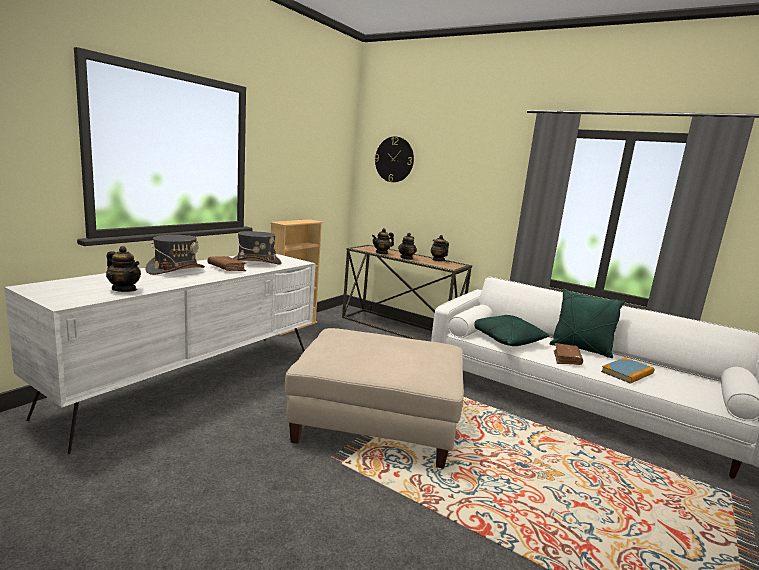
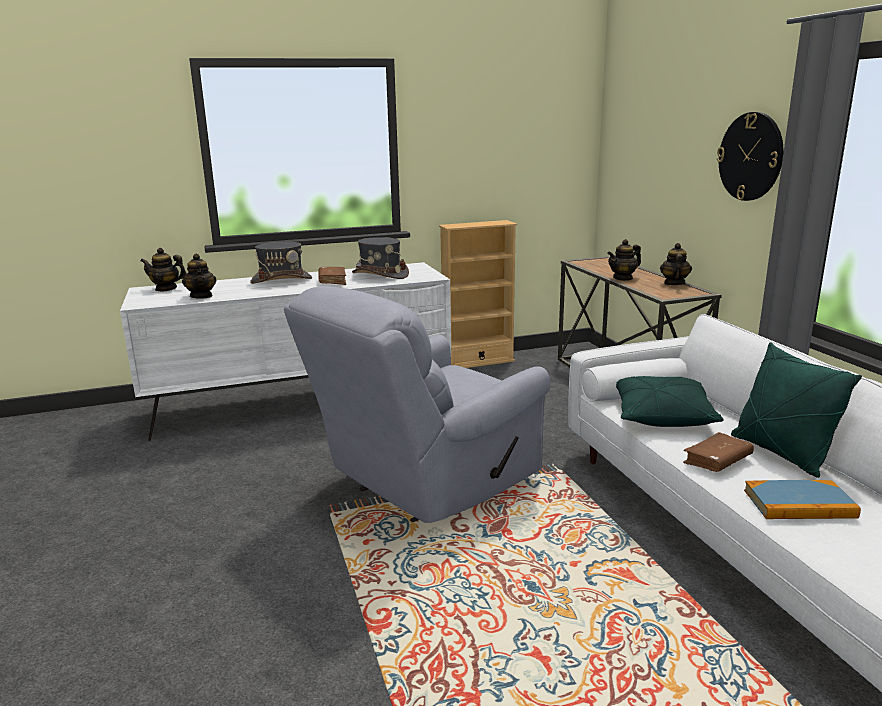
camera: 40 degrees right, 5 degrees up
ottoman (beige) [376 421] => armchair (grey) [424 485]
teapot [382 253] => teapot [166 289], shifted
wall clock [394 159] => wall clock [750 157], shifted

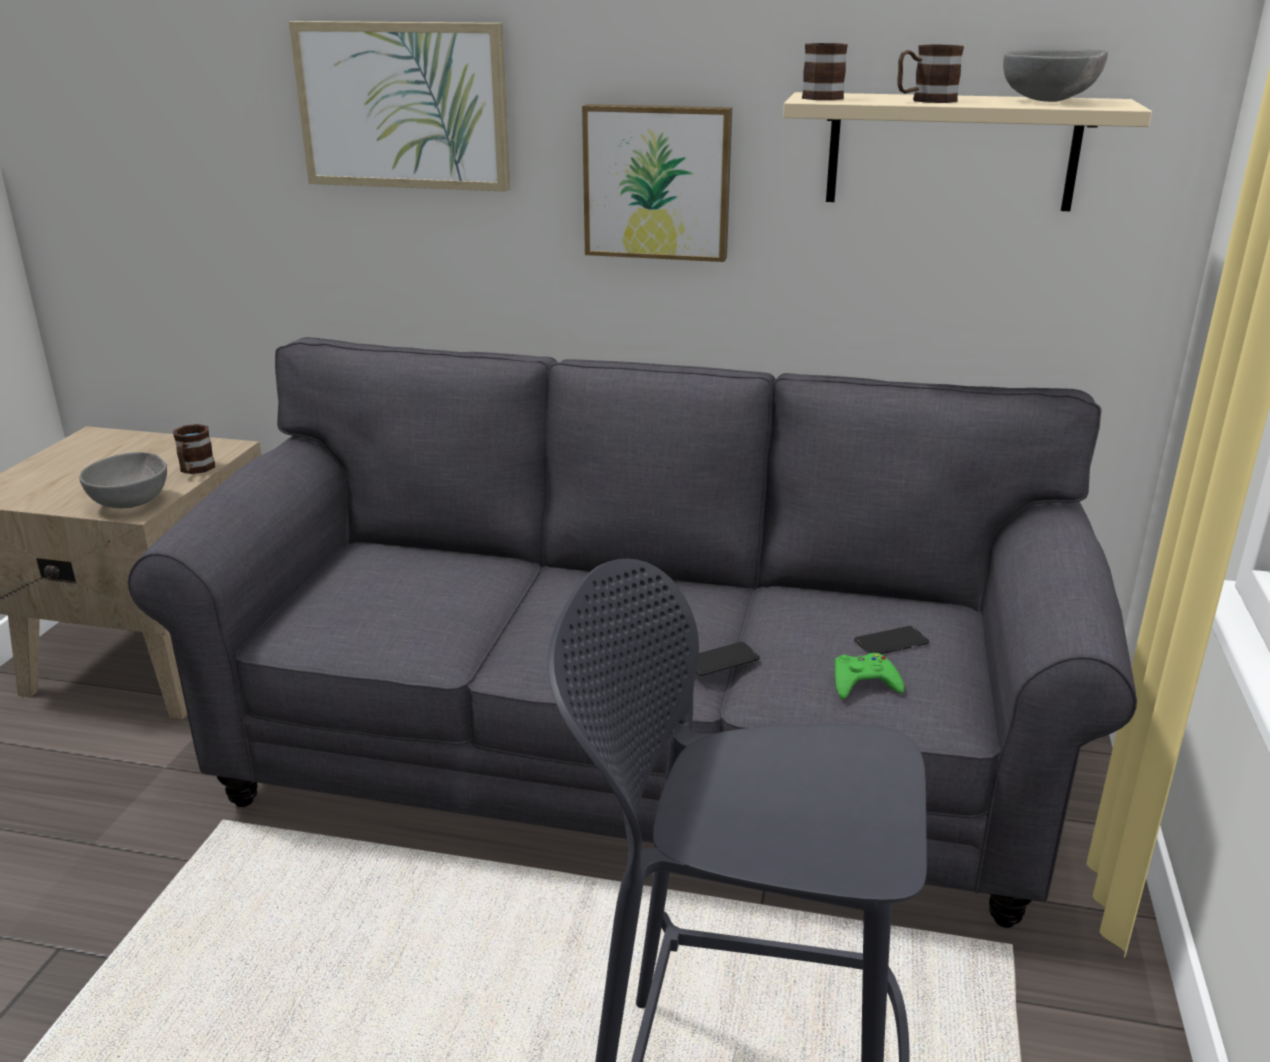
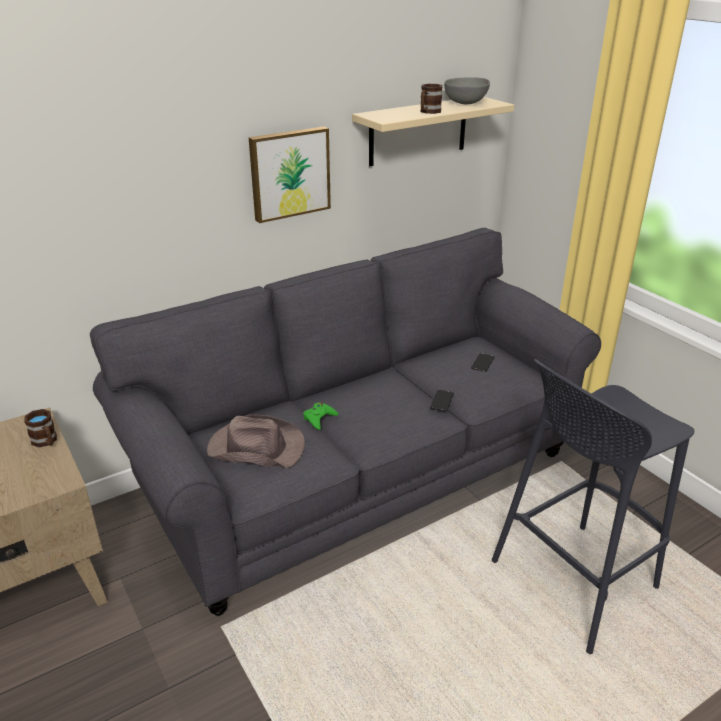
camera: 45 degrees left, 5 degrees up
bowl (grey) [133 502] => nothing
picture [403 106] => nothing
mug (brown) [819 97] => nothing
game controller (green) [864 683] => game controller (green) [319 418], shifted
nothing => hat (brown) [255 447]

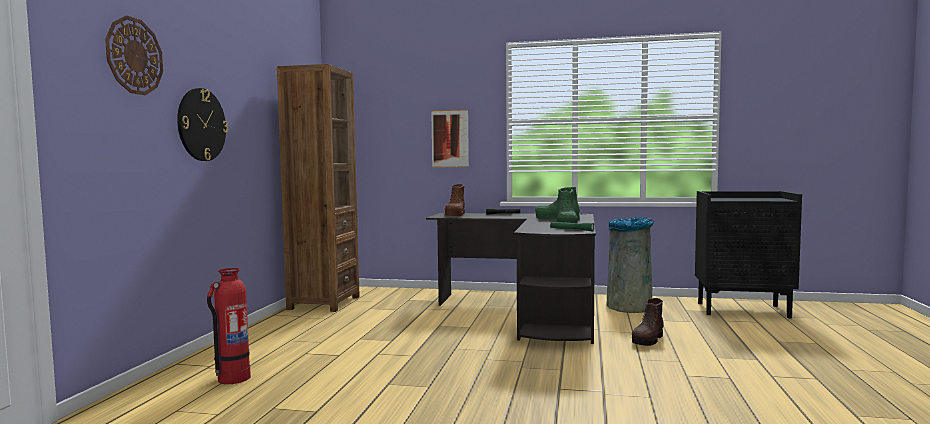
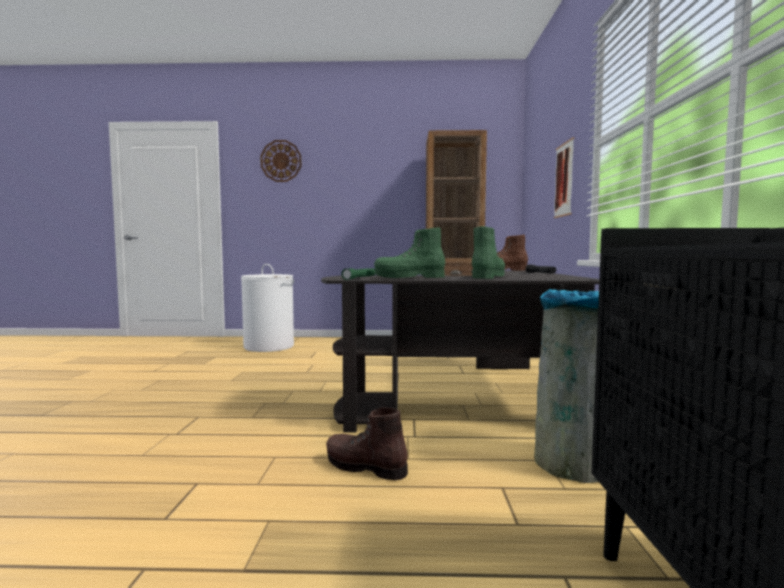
camera: 80 degrees right, 0 degrees up
wall clock [201 124] => nothing
fire extinguisher [233 378] => laundry basket (white) [269 346]

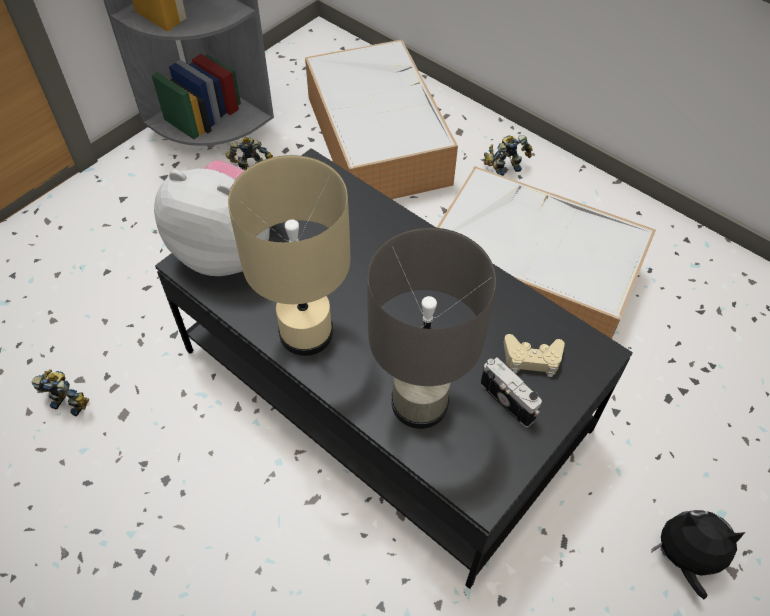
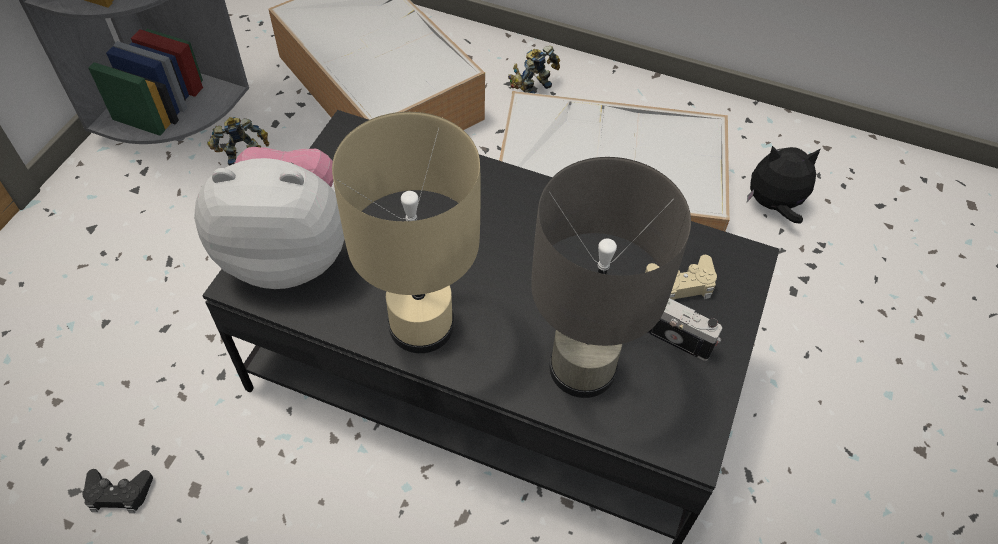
camera: 20 degrees left, 0 degrees up
toy robot [70 400] => game controller (black) [118 493]
plush toy [684 559] => plush toy [773 205], shifted

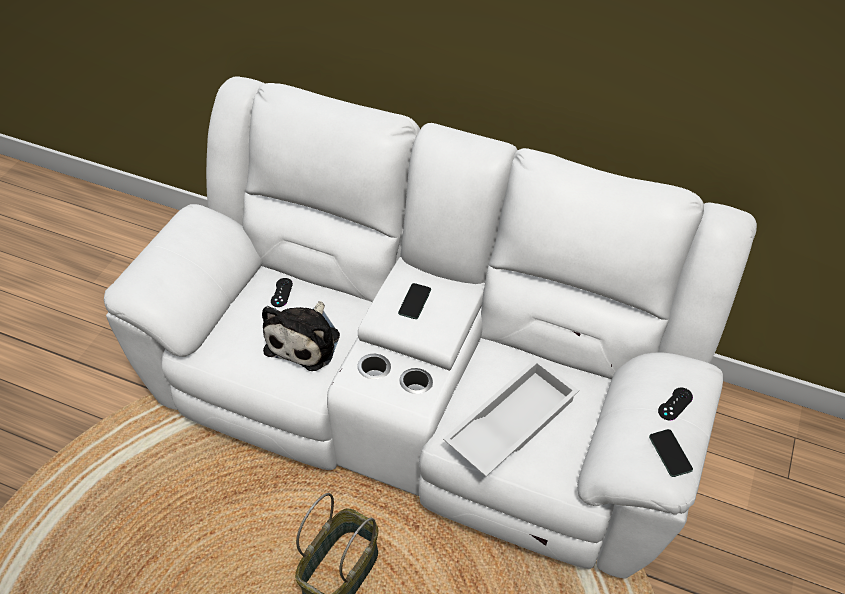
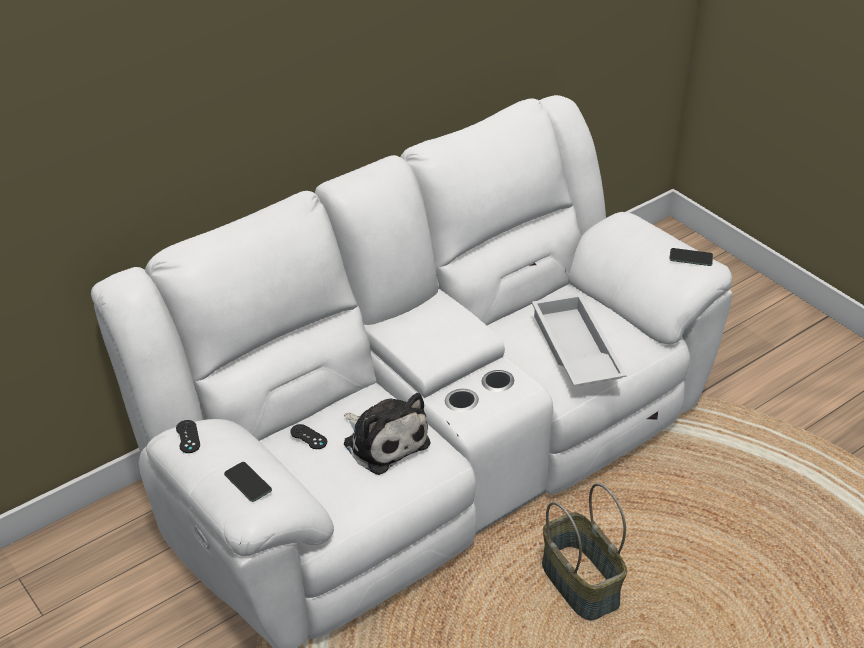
camera: 60 degrees left, 10 degrees down
phone [414 301] => phone [248 482], shifted
game controller (black) [675 404] => game controller (black) [188 437], shifted

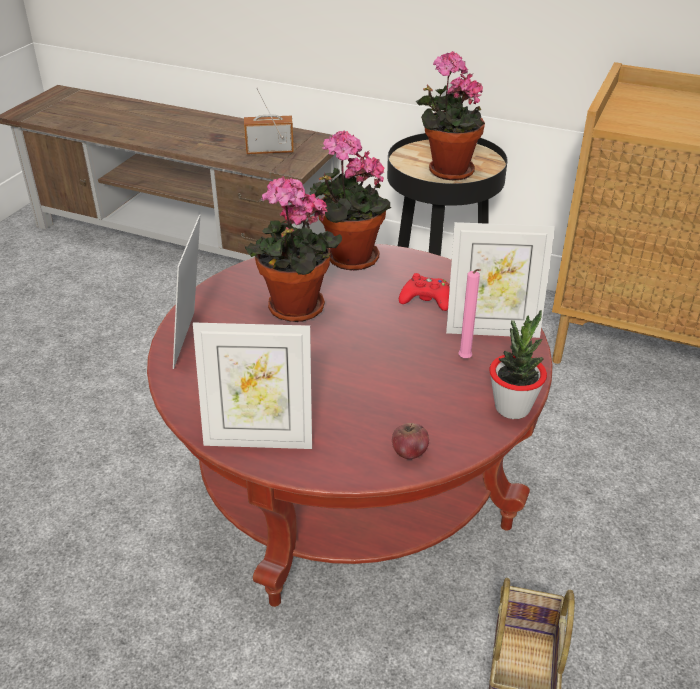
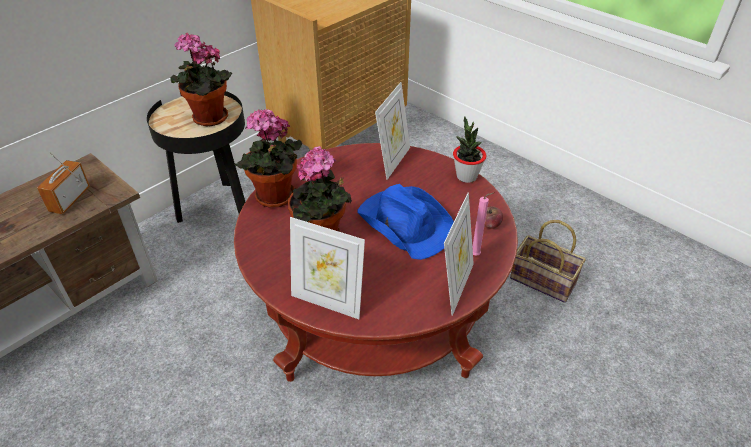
camera: 70 degrees left, 5 degrees up
game controller (red) [426 300] => nothing
candle (pink) [465 360] => candle (pink) [477 255], shifted
nothing => hat (blue) [405 223]

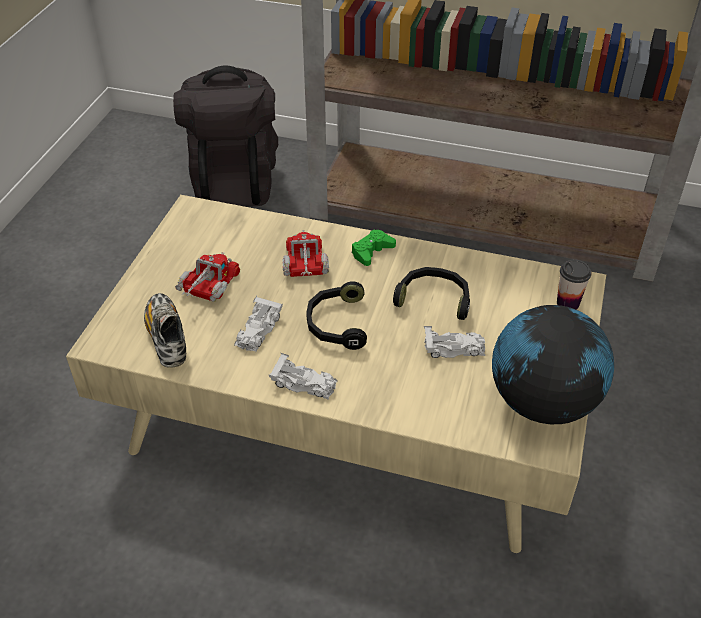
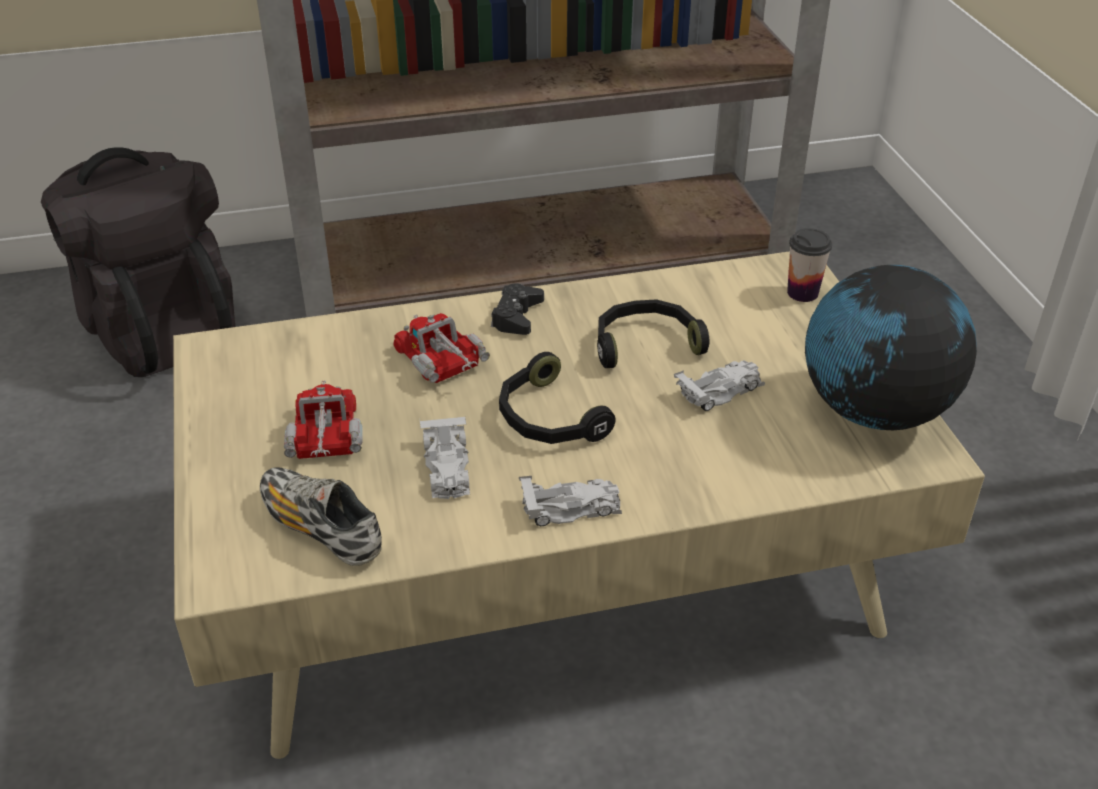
camera: 30 degrees left, 5 degrees down
game controller (green) [372 251] => game controller (black) [517 316]

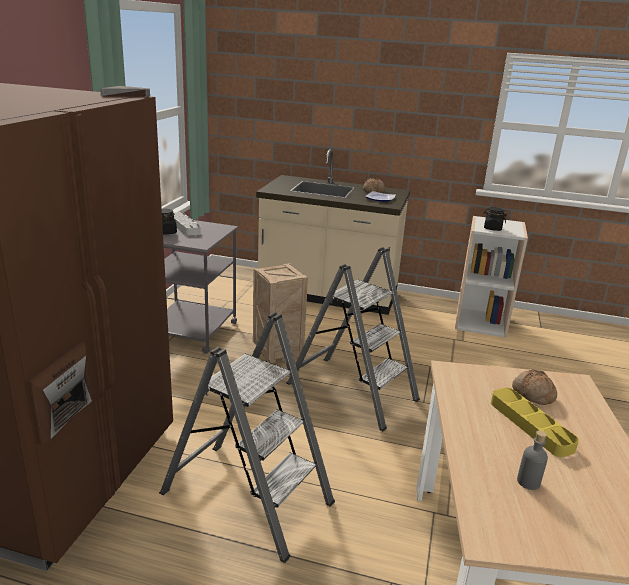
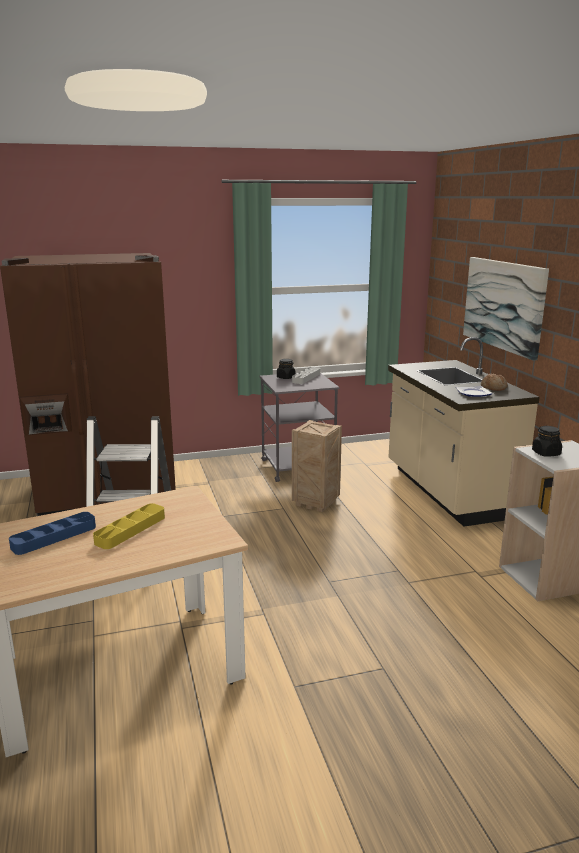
camera: 60 degrees right, 5 degrees down
step ladder (grey) [351 390] => nothing
bread [532 394] => nothing
bottle (grey) [528 482] => tray (blue) [54 537]
nothing => picture [503 305]

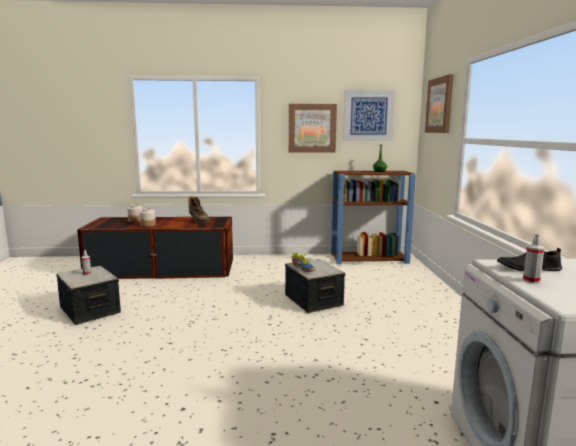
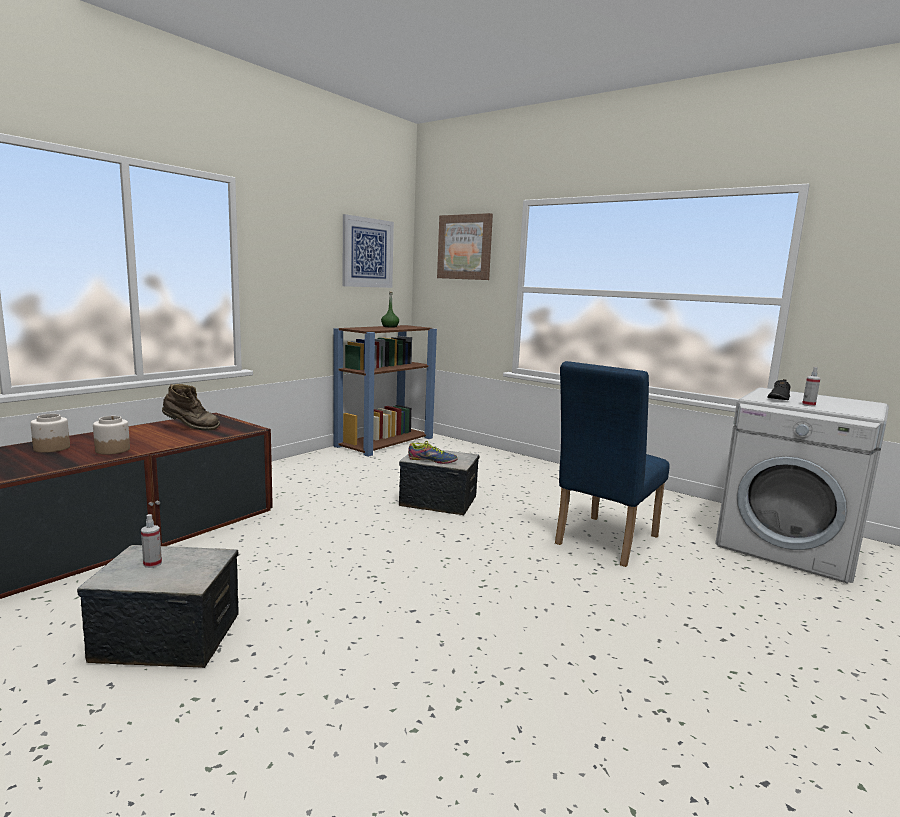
camera: 50 degrees left, 0 degrees up
picture [312 128] => nothing
nothing => chair (blue) [602 542]

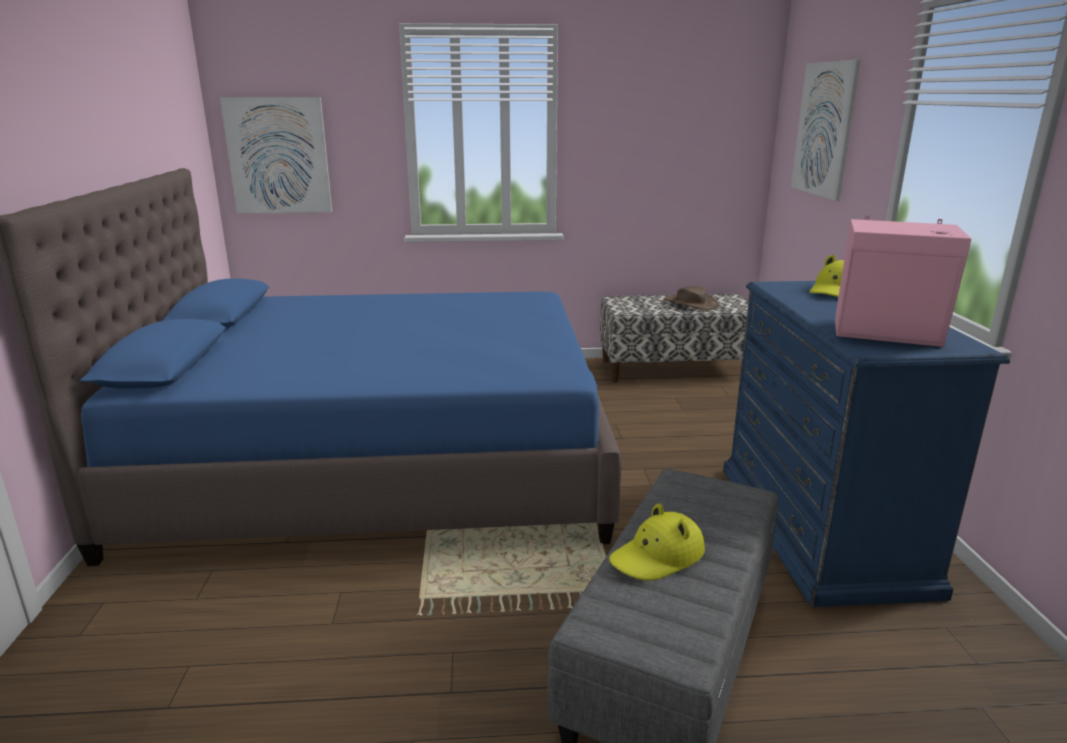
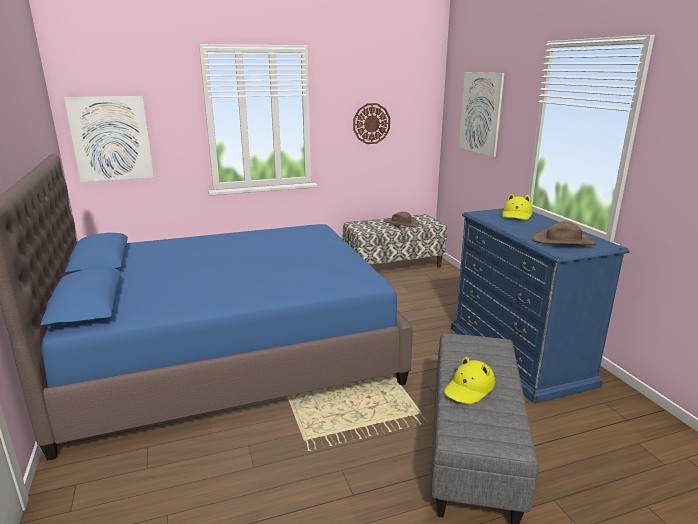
camera: 15 degrees left, 0 degrees up
speaker (pink) [889 334] => hat (brown) [563 241]
nothing => wall clock [371 123]

